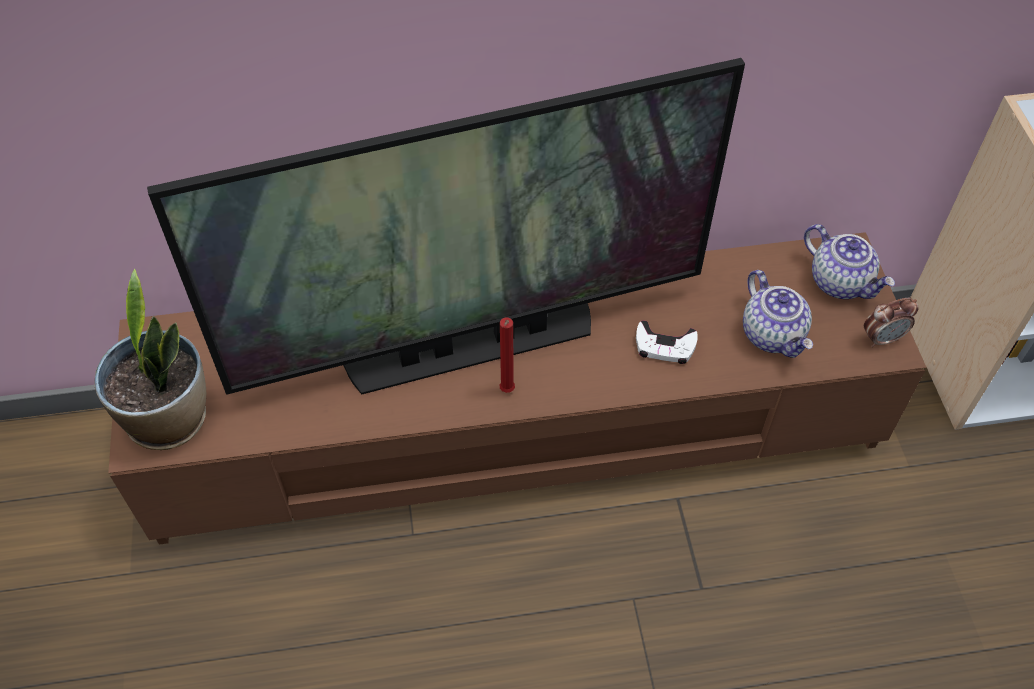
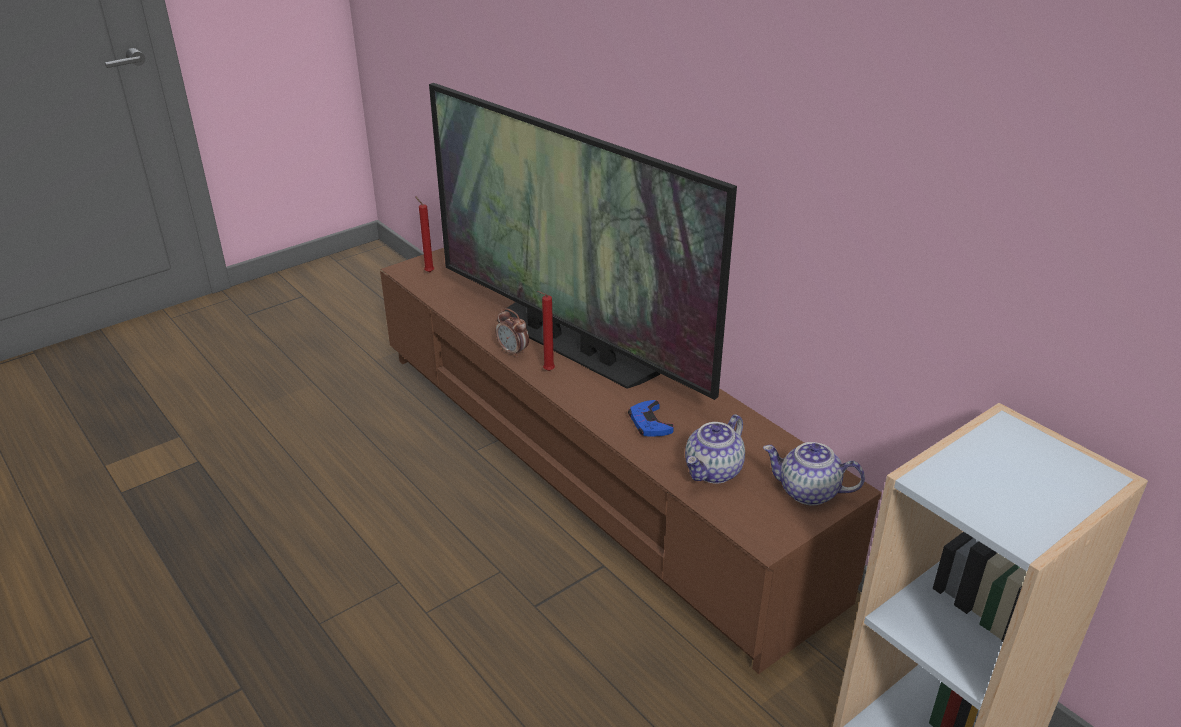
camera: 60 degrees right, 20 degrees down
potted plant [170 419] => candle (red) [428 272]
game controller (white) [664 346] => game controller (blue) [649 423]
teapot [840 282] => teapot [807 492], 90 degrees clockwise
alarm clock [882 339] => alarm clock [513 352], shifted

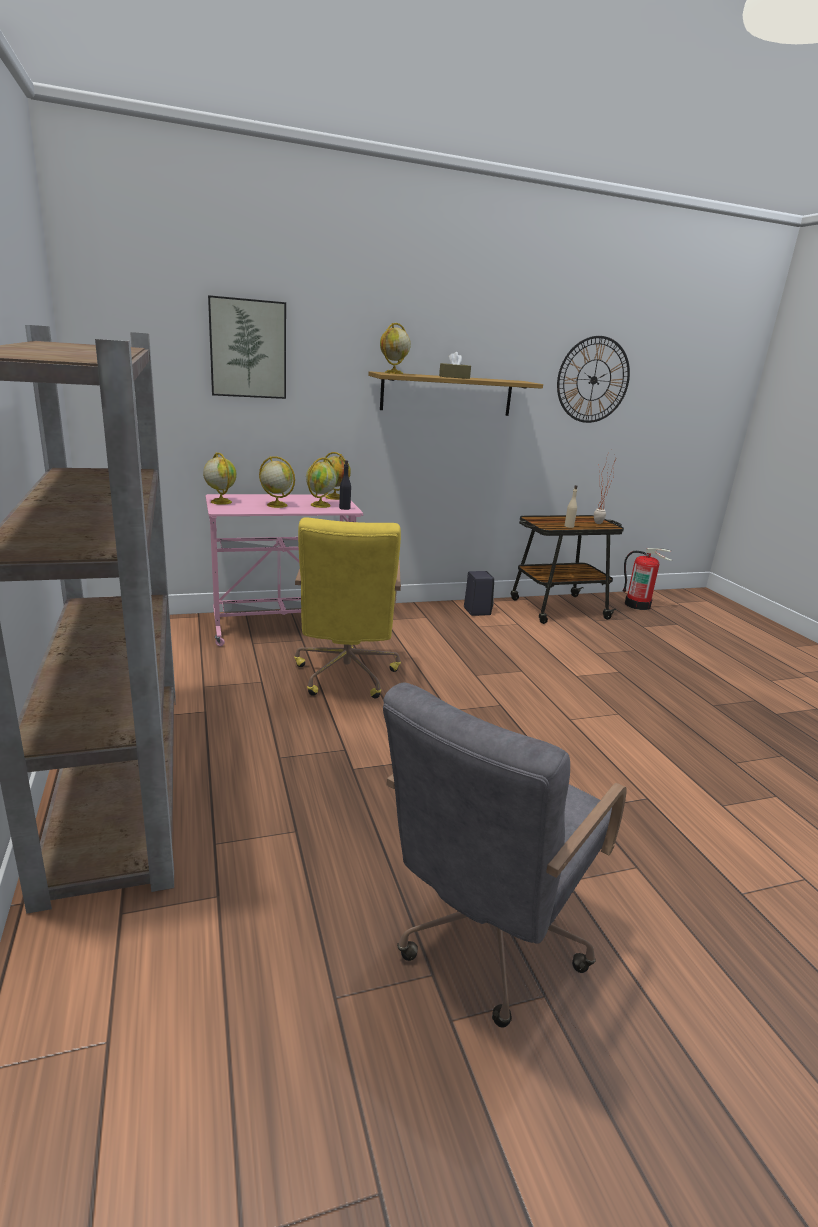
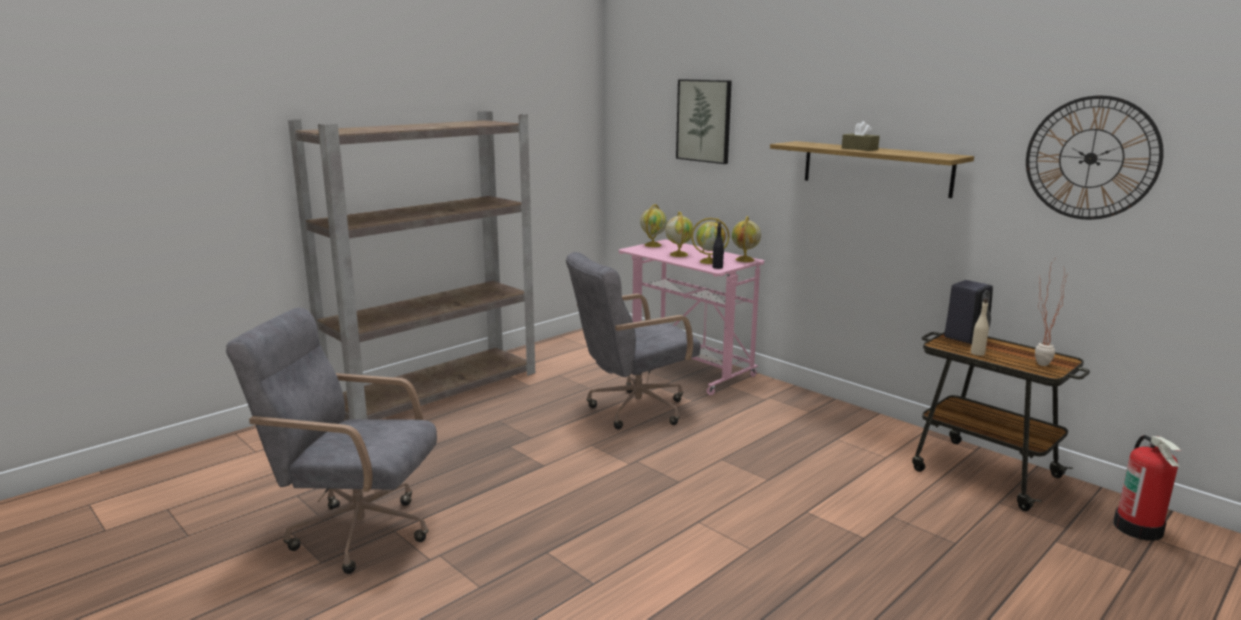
camera: 65 degrees right, 5 degrees down
office chair (yellow) [346 679] => office chair (grey) [633 411]
globe [393 373] => nothing
speaker (black) [476 611] => speaker (black) [965 337], shifted

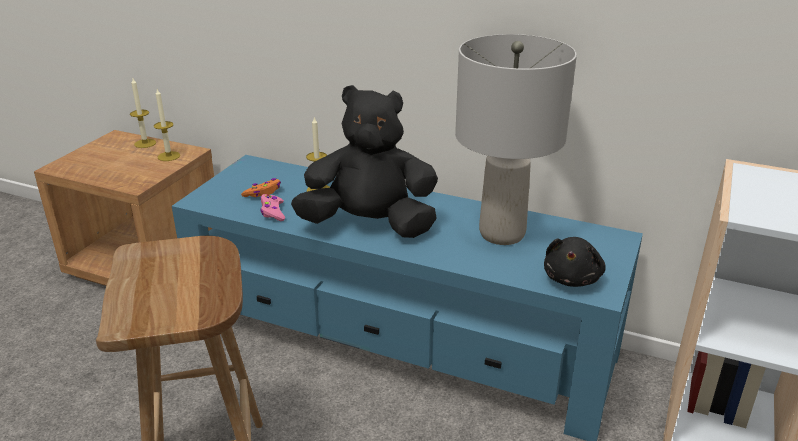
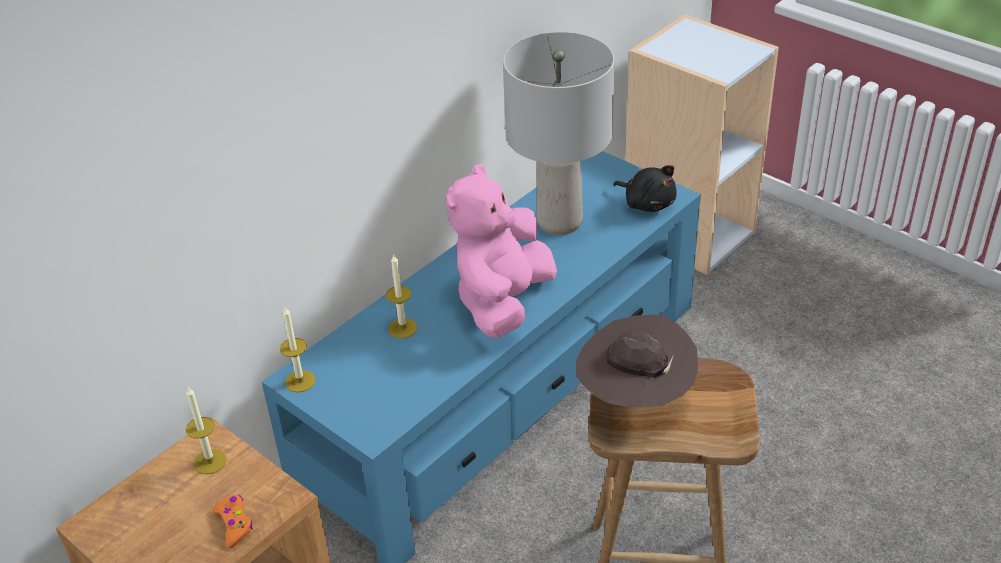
camera: 70 degrees left, 10 degrees up
candle [145 143] => candle [300 381], shifted
game controller (orange) [263 193] => game controller (orange) [234 524], shifted
game controller (pink) [272 212] => nothing
plush toy (black) [370 225] => plush toy (pink) [503 302]
nothing => hat (brown) [634 398]

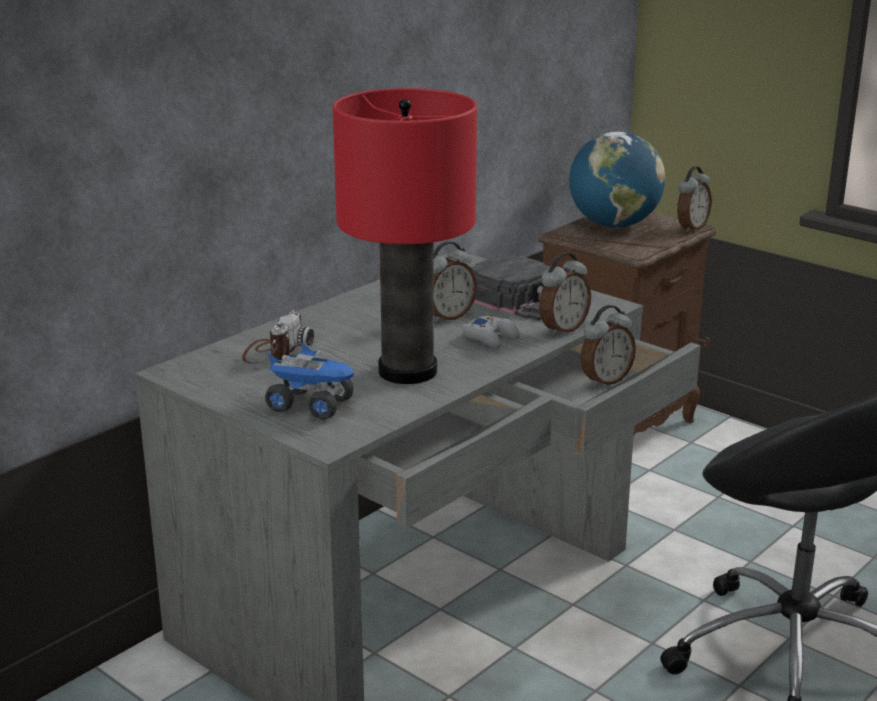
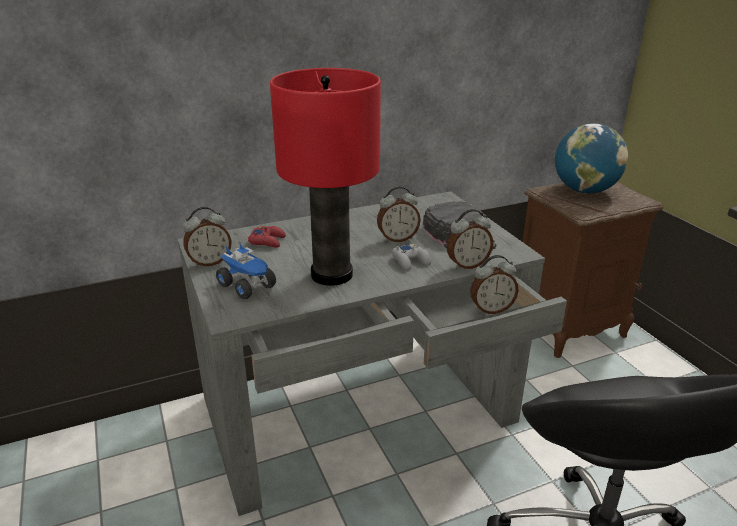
camera: 25 degrees right, 5 degrees up
photo camera [274 351] => game controller (red) [267 241]
alarm clock [691 228] => alarm clock [210 262], shifted

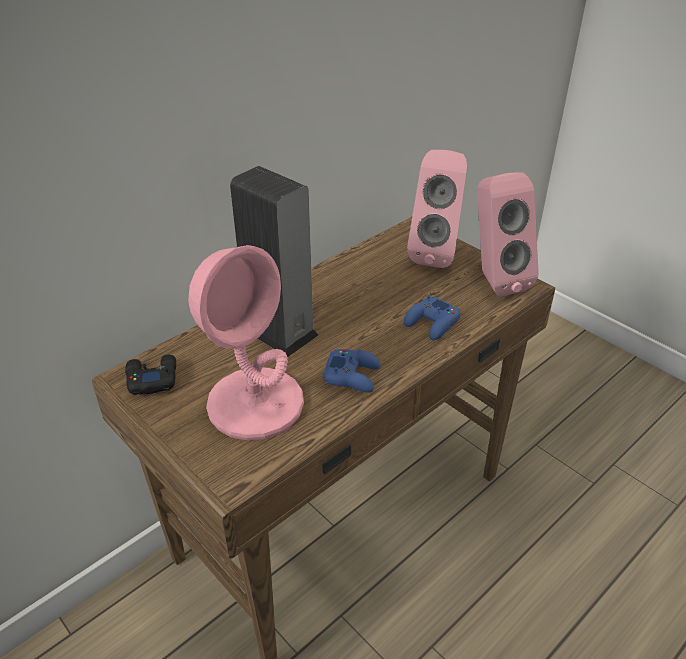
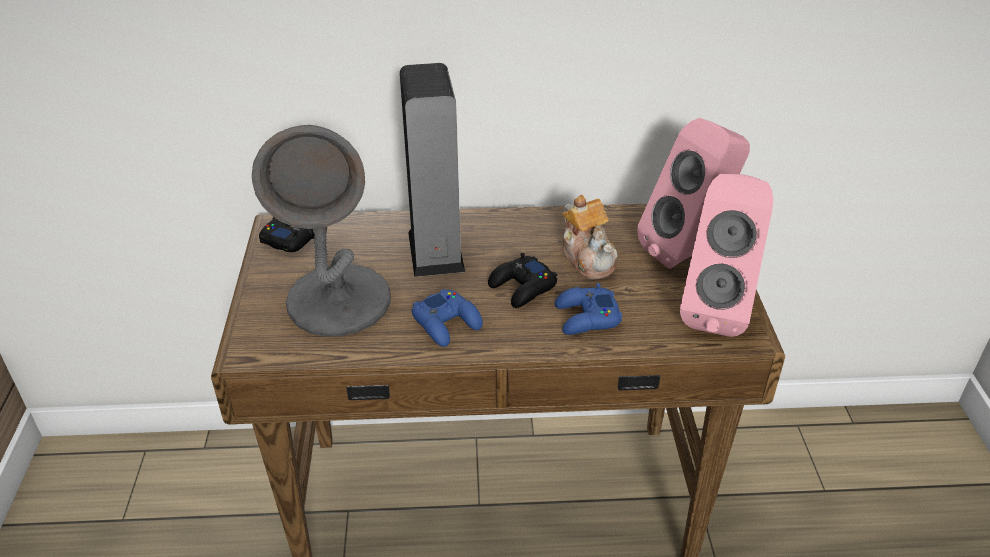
camera: 40 degrees right, 0 degrees up
table lamp (pink) [256 404] => table lamp (grey) [340 301]
nothing => game controller (black) [522 287]
nothing => teapot [588 258]

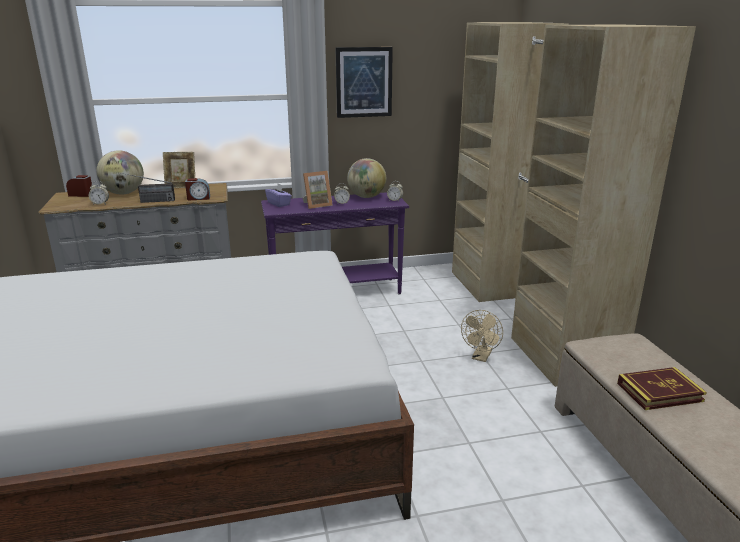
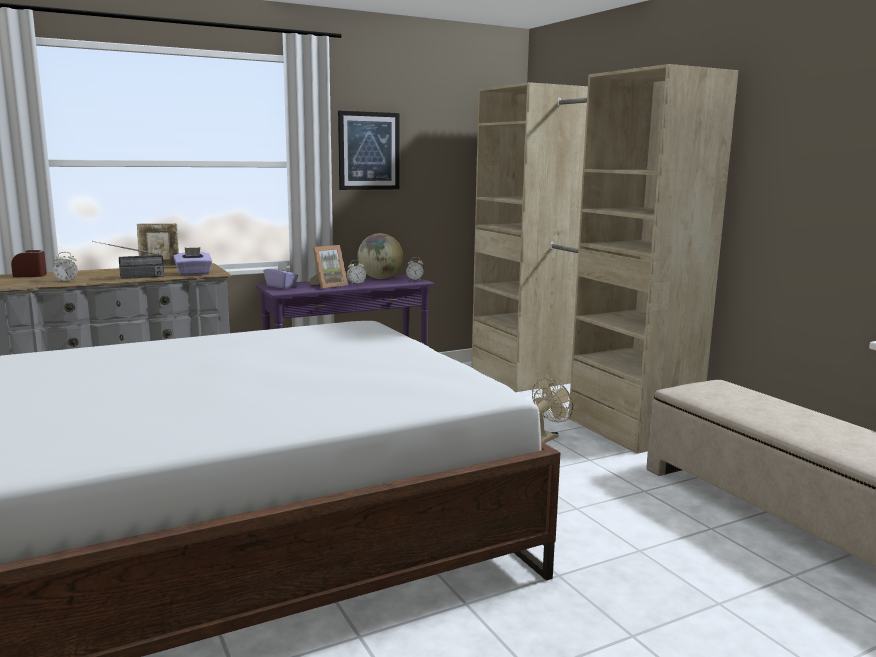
camera: 15 degrees left, 10 degrees down
globe [123 193] => nothing
alarm clock [198 198] => tissue box (purple) [193 274]
fan (beige) [481 357] => fan (beige) [546 437], 150 degrees counterclockwise
book [659 392] => nothing

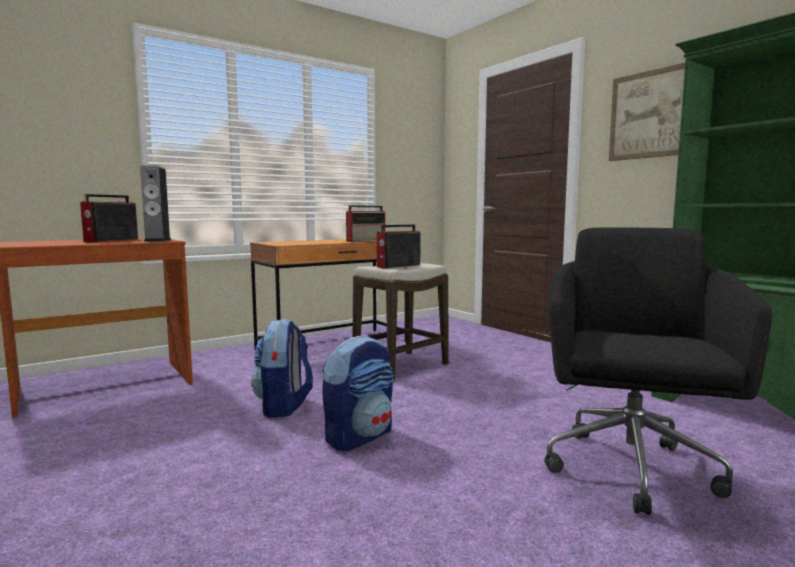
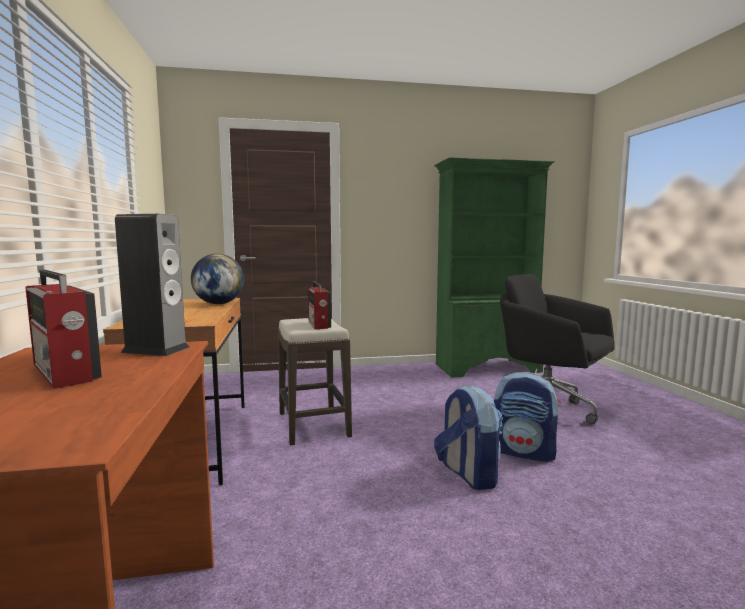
camera: 65 degrees left, 0 degrees up
backpack [284 406] => backpack [524 452], shifted
radio [366 241] => globe [219 304]
picture [651 114] => nothing

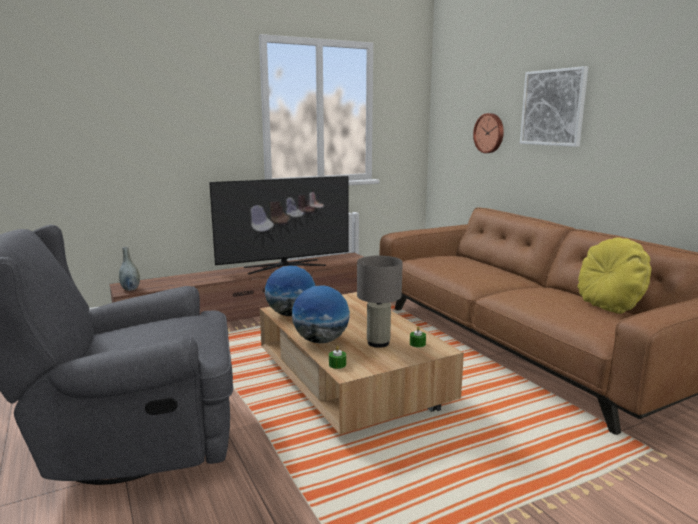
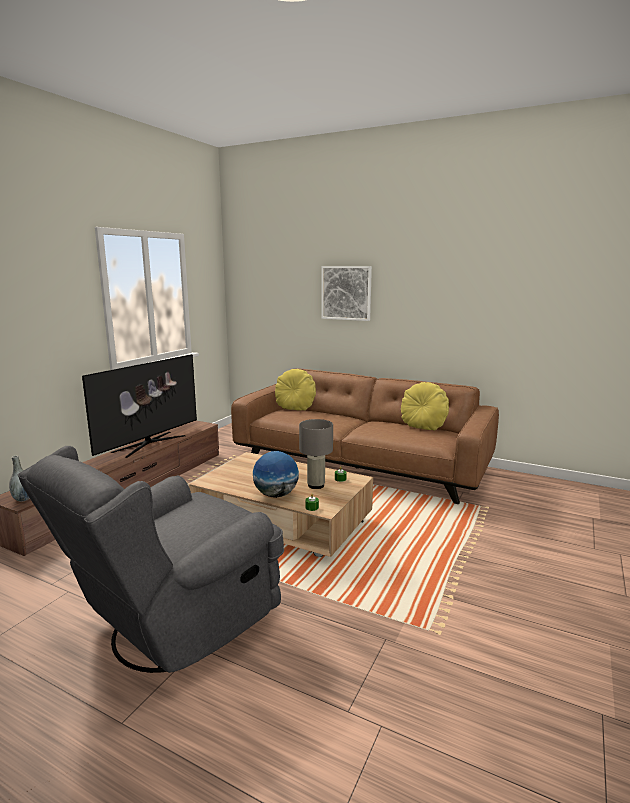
camera: 35 degrees left, 0 degrees up
globe [291 314] => nothing
wall clock [489 133] => nothing
nothing => pillow (yellow) [295 409]

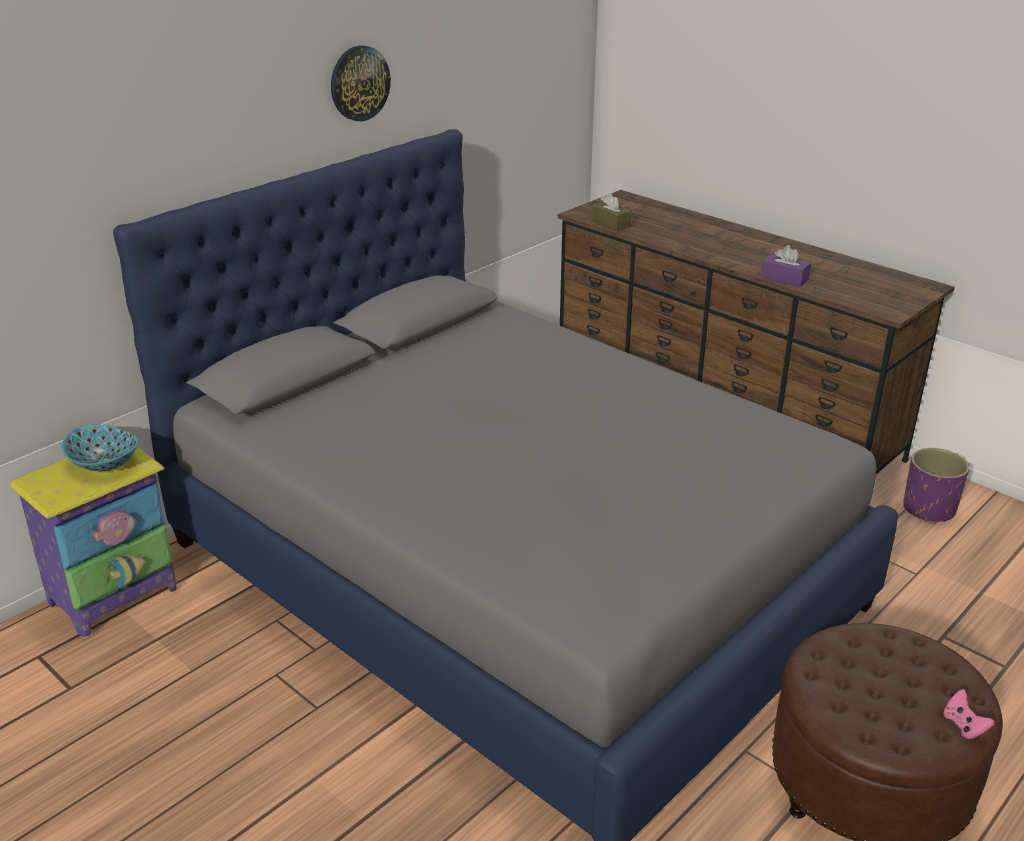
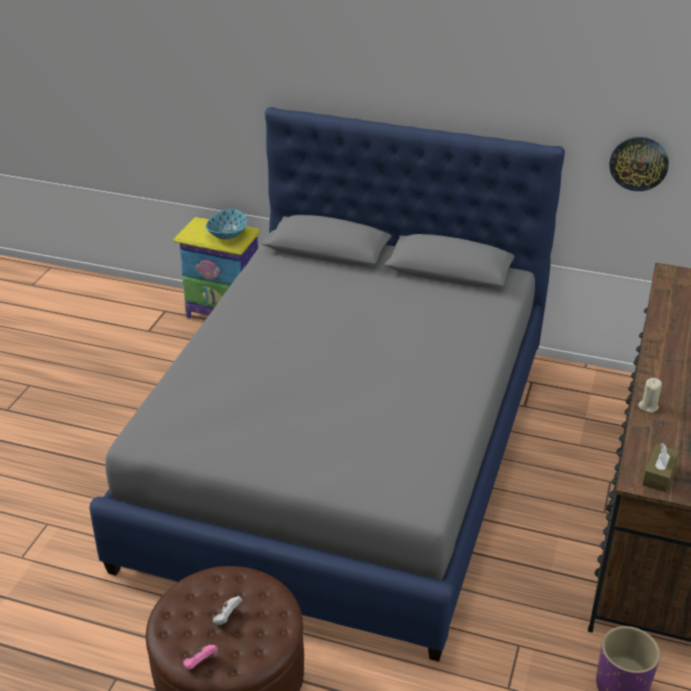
camera: 65 degrees right, 5 degrees up
wall clock [359 83] => wall clock [639 163], shifted
tissue box (brown) [610 223] => tissue box (brown) [659 475], shifted
tissue box (purple) [784 278] => candle (beige) [648 406]
nothing => game controller (white) [227 617]

